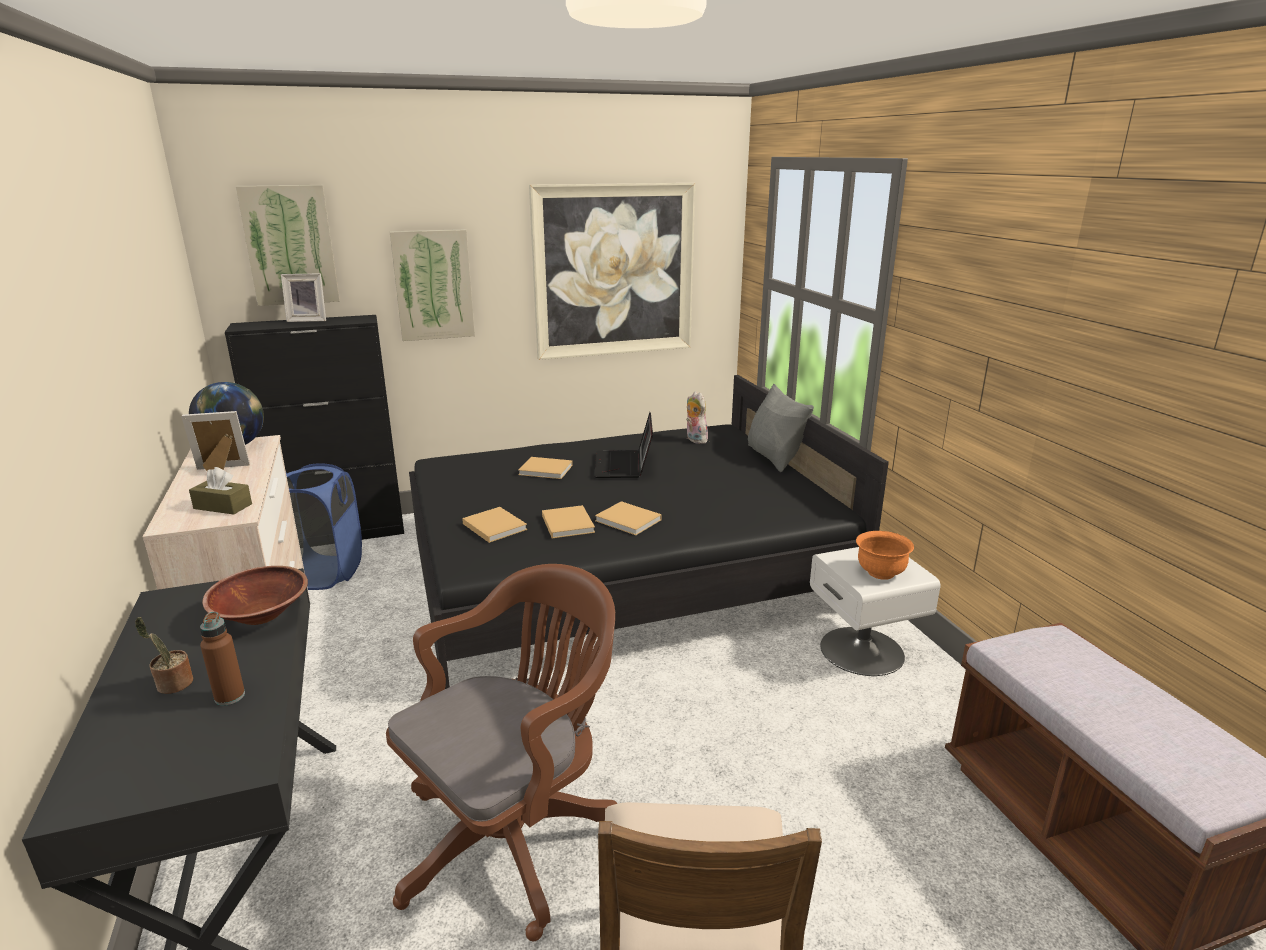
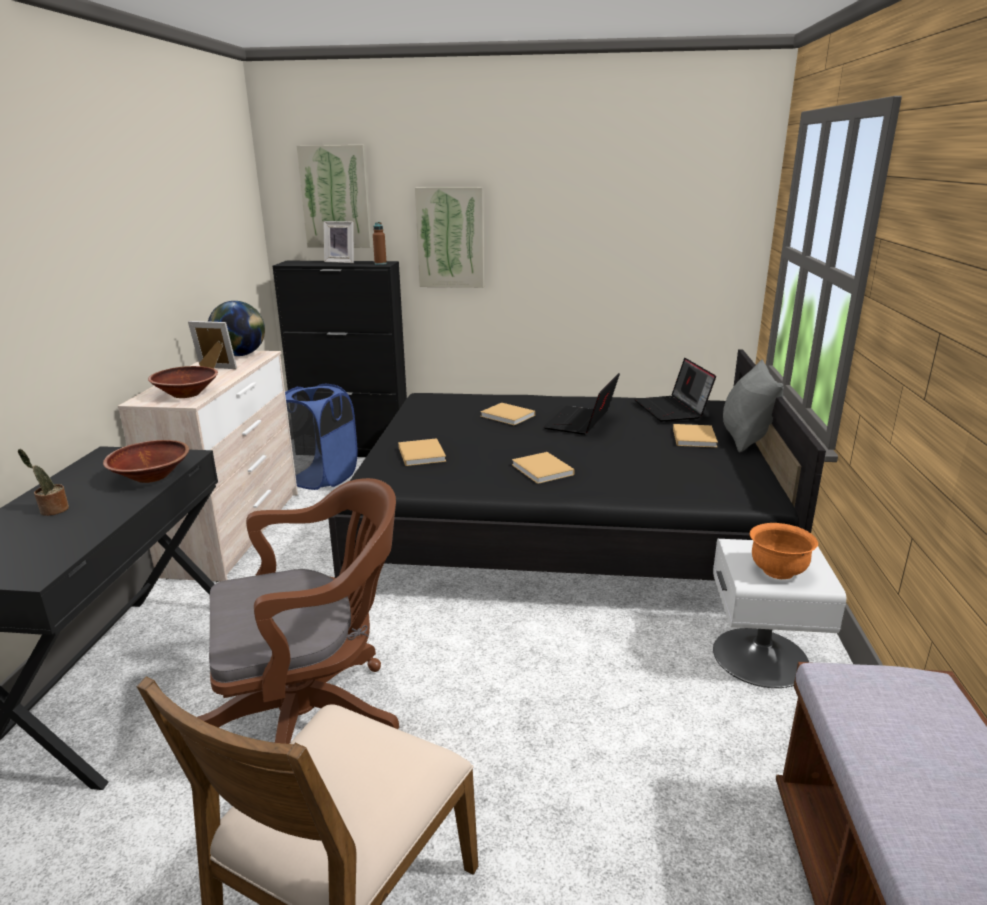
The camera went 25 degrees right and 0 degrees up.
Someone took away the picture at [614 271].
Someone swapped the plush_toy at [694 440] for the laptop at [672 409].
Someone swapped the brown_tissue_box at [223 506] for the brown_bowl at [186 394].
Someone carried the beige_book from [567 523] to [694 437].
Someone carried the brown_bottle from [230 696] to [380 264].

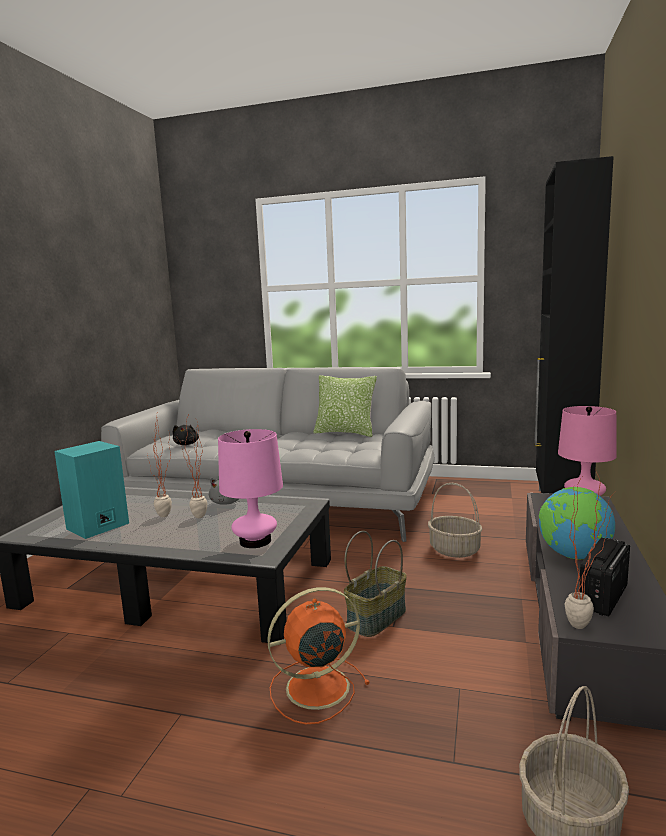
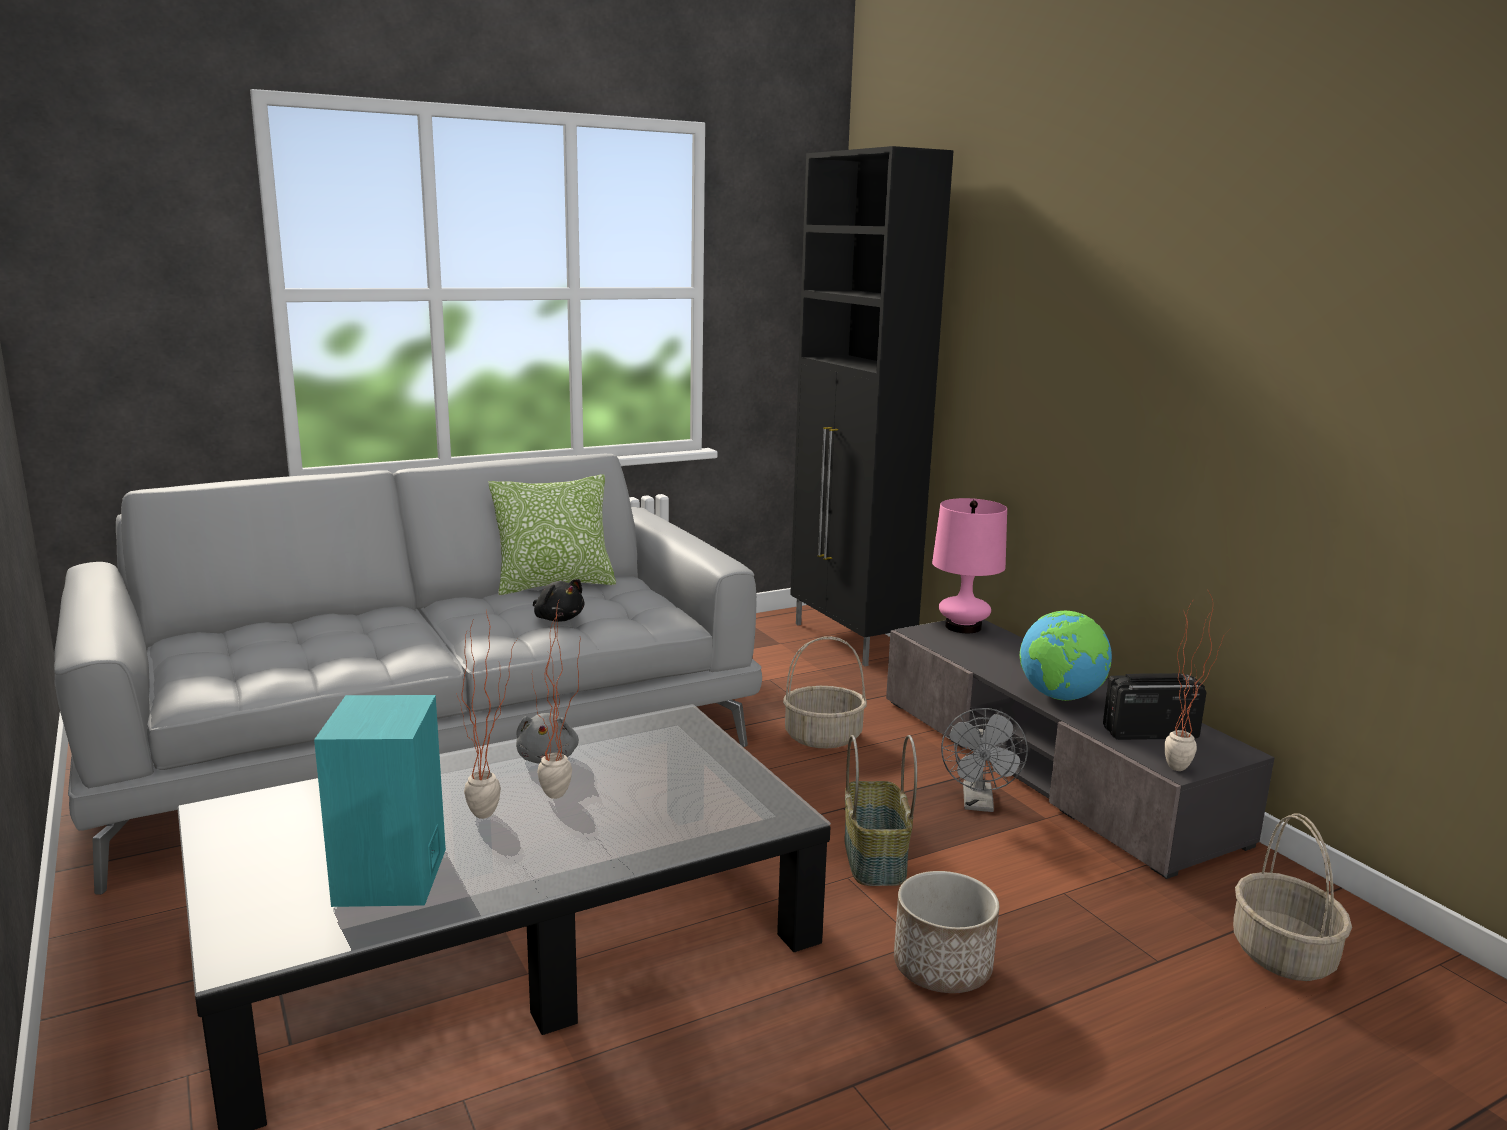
The camera went 45 degrees left and 5 degrees up.
Someone carried the black_plush_toy from [186 444] to [558 618].
Someone took away the pink_table_lamp at [255 541].
Someone rotated the radio at [603 597] by 90 degrees clockwise.
Someone swapped the orange_fan at [314 688] for the planter at [942 968].
Someone put down the grey_fan at [979 804].

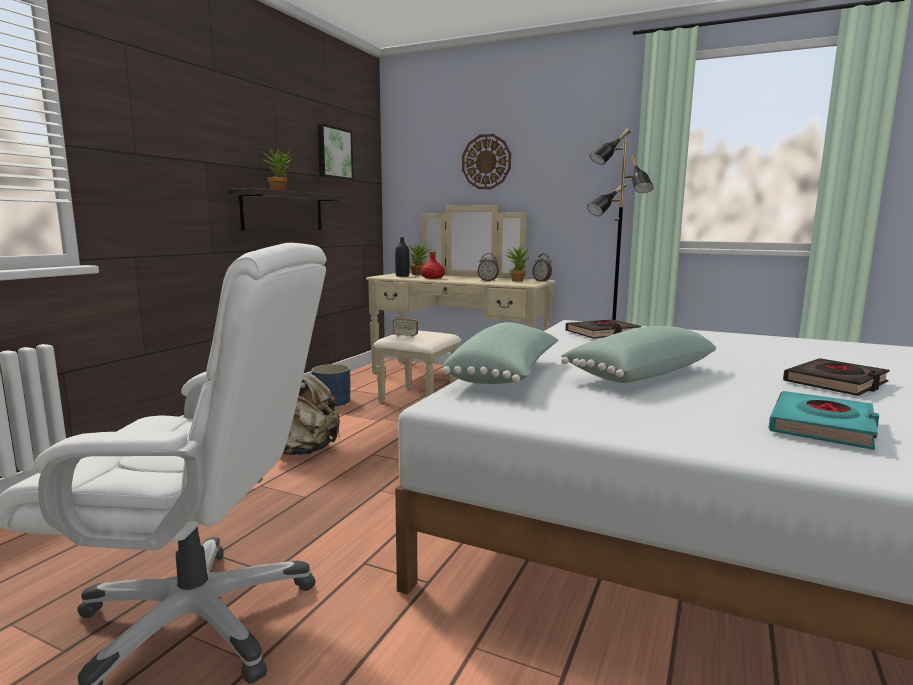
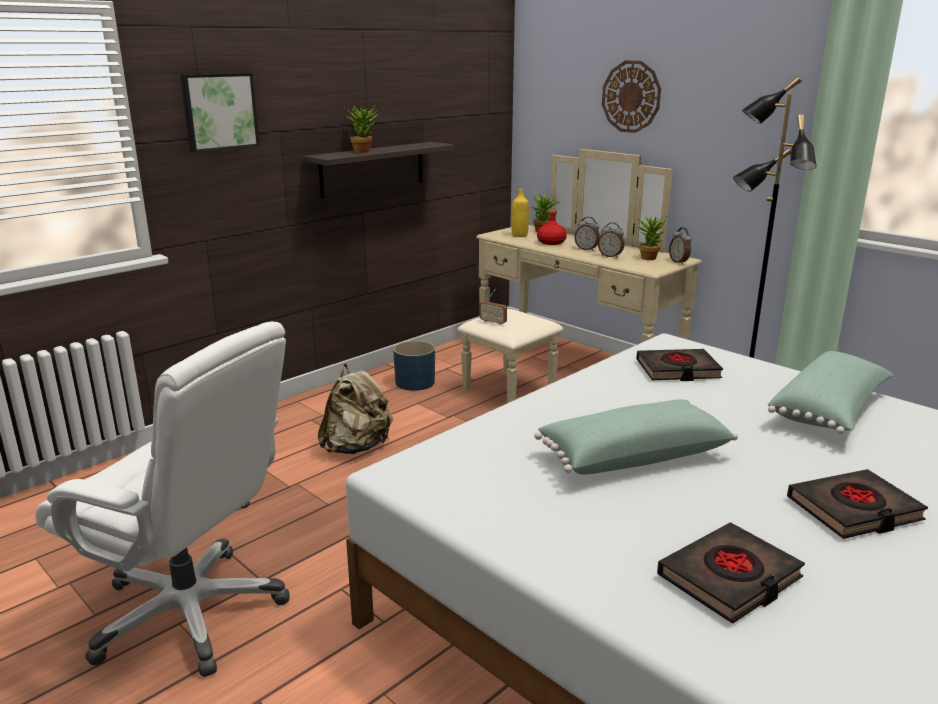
The camera went 20 degrees right and 10 degrees up.
Someone carried the picture from [333 153] to [219 111].
Someone repainted the black_bottle at [402 276], which became the yellow_bottle at [519 235].
Someone carried the green_pillow from [507 375] to [830 410].
Someone repainted the turquoise_book at [822 427], which became the black_book at [730 578].
Someone put down the alarm_clock at [586 249].

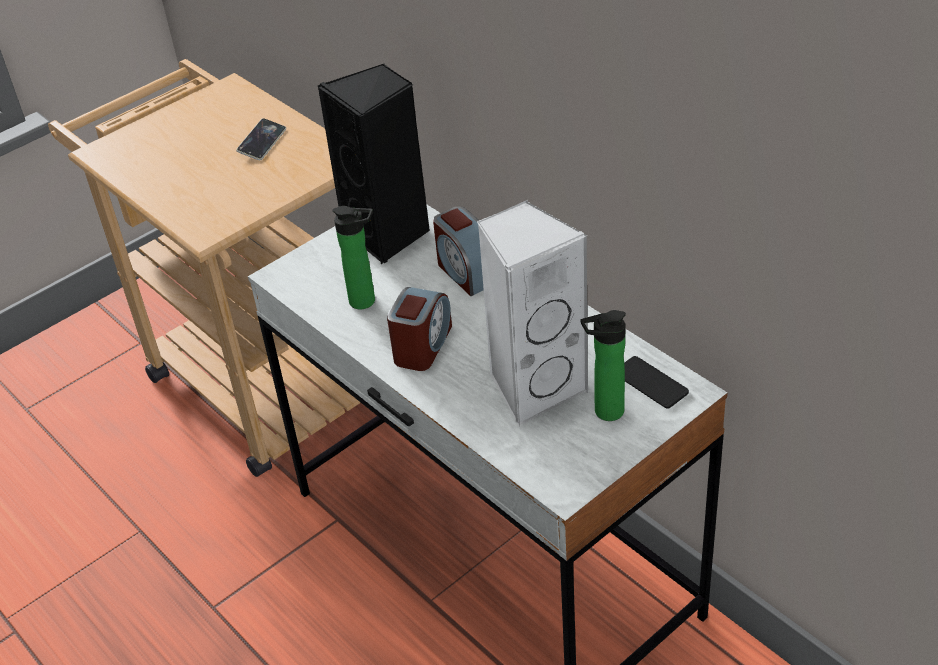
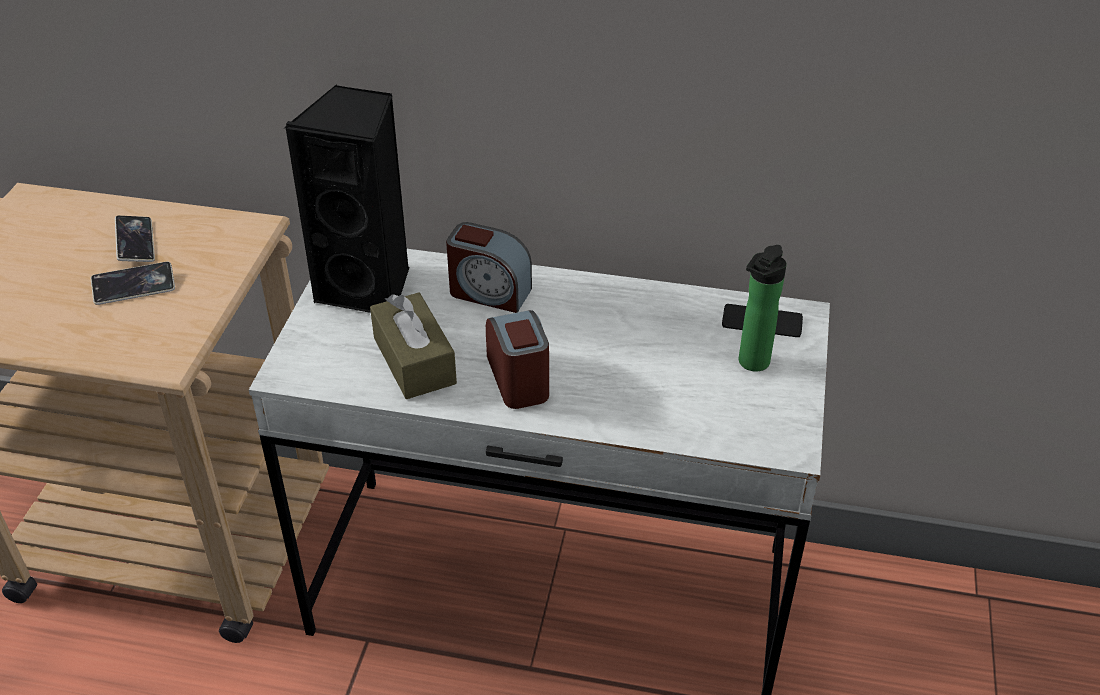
The camera went 40 degrees left and 0 degrees up.
Someone took away the white_speaker at [534 387].
Someone swapped the bottle at [366 301] for the brown_tissue_box at [414 360].
Someone put down the phone at [134 287].

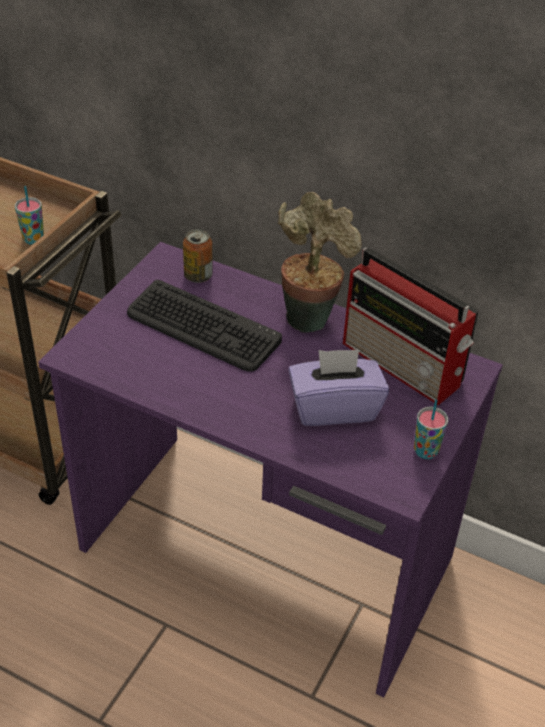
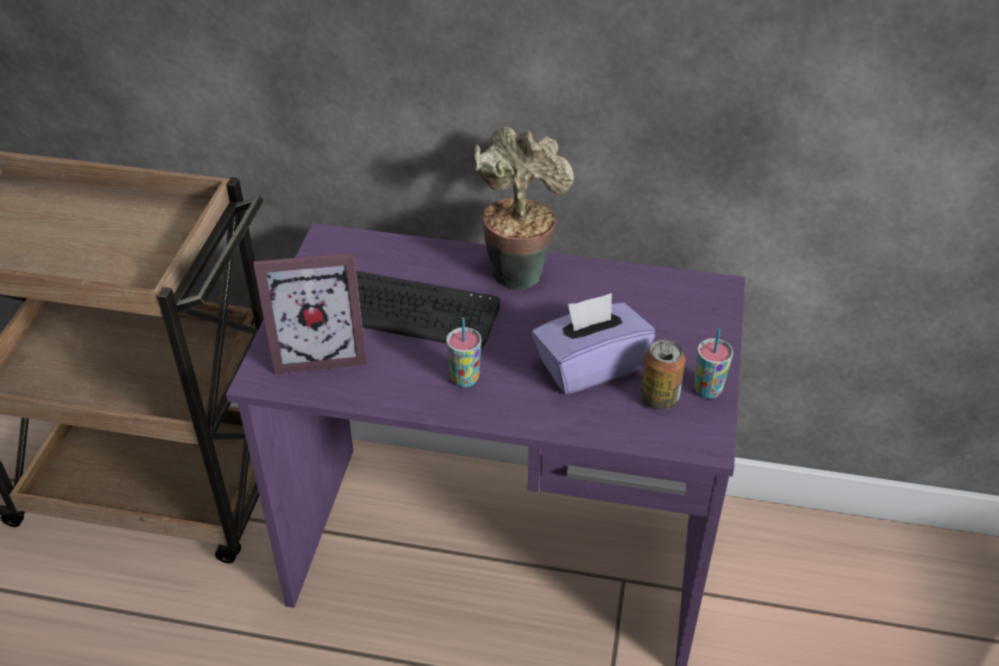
The camera went 15 degrees left and 0 degrees up.
Someone carried the cup from [33 239] to [465 379].
Someone carried the can from [198 276] to [659 398].
Someone took away the radio at [404 365].
Someone put down the picture_frame at [320 351].

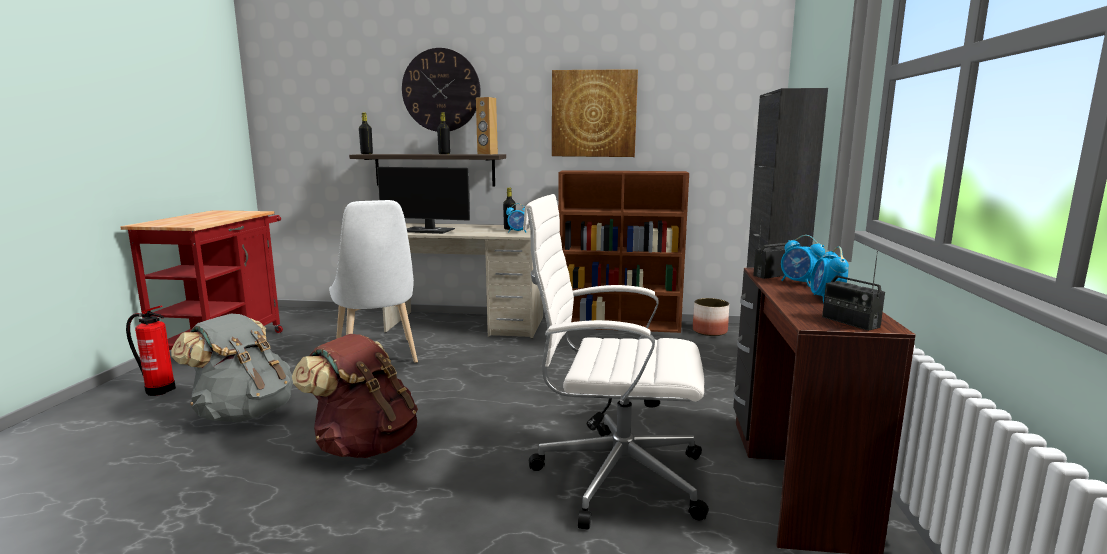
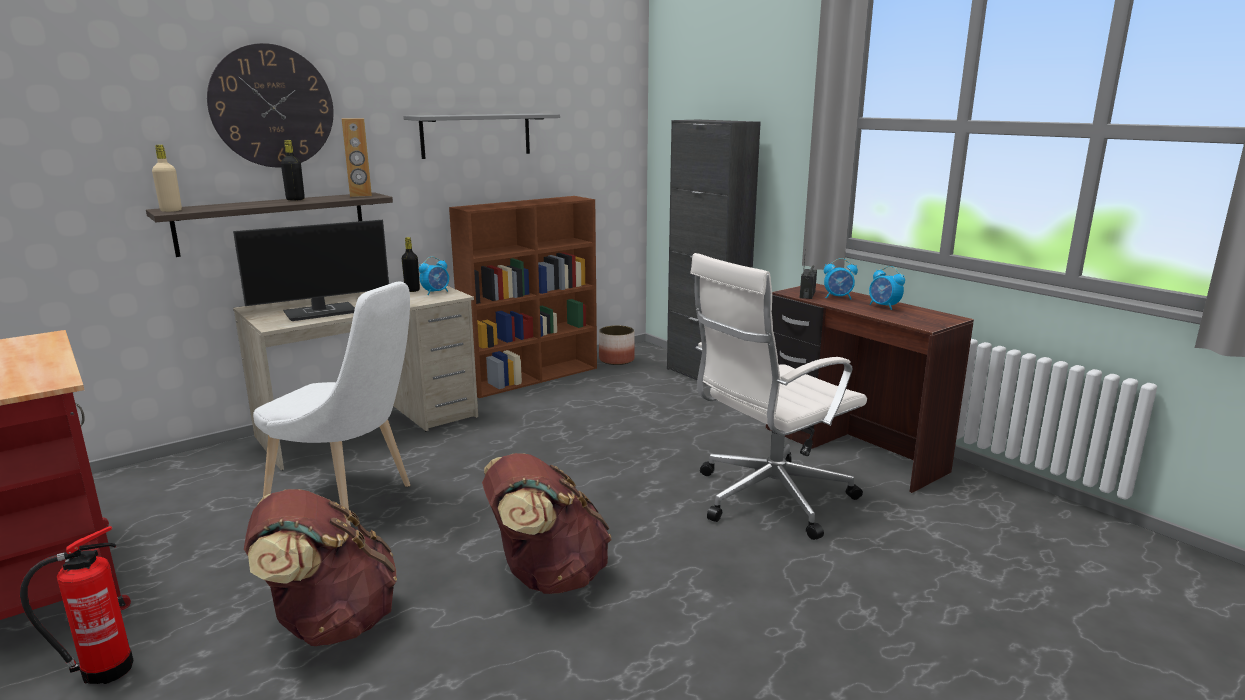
The camera went 45 degrees left and 5 degrees up.
Someone swapped the picture at [594 114] for the grey_shelf at [476 135].
Someone repainted the black_bottle at [366 154], which became the beige_bottle at [171 210].
Someone took away the radio at [850 322].
Someone repainted the grey_backpack at [244 413], which became the brown_backpack at [330 623].

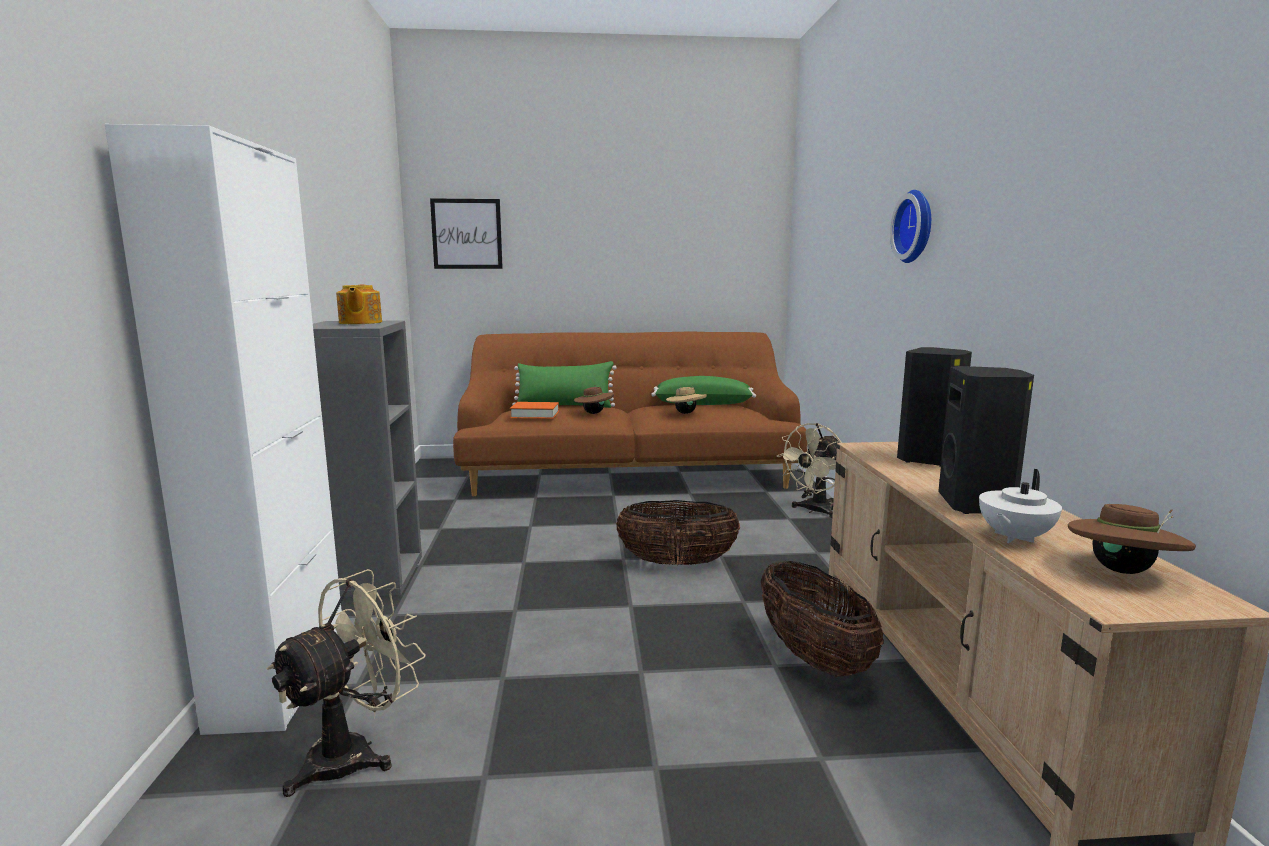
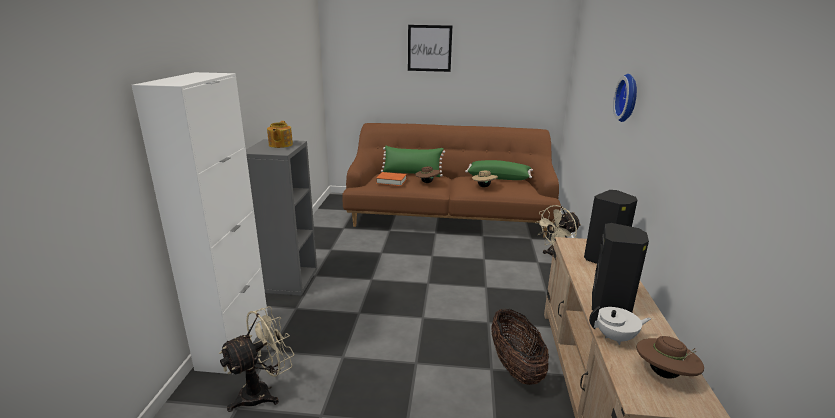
The camera went 10 degrees right and 10 degrees up.
Someone carried the picture from [467 234] to [429 48].
Someone rotated the white_teapot at [1013 538] by 150 degrees counterclockwise.
Someone took away the basket at [677 563].

